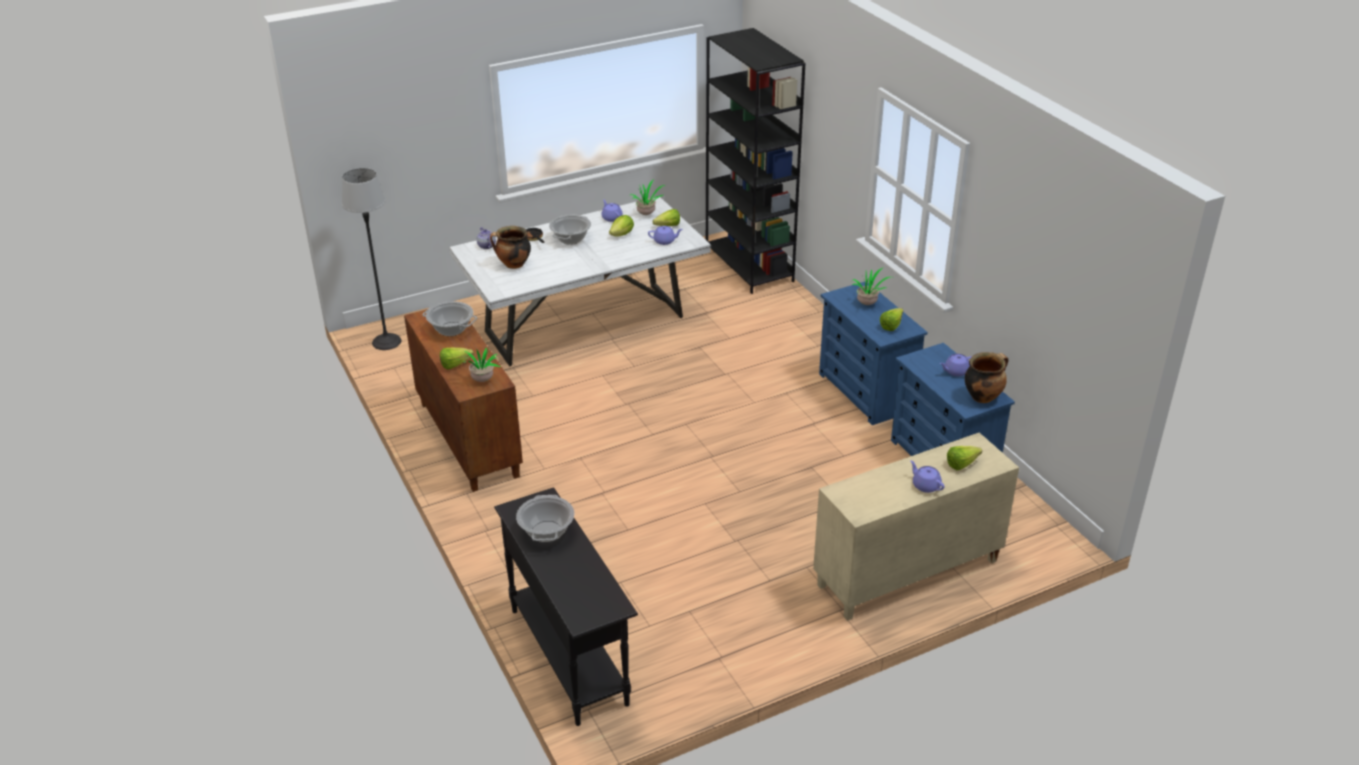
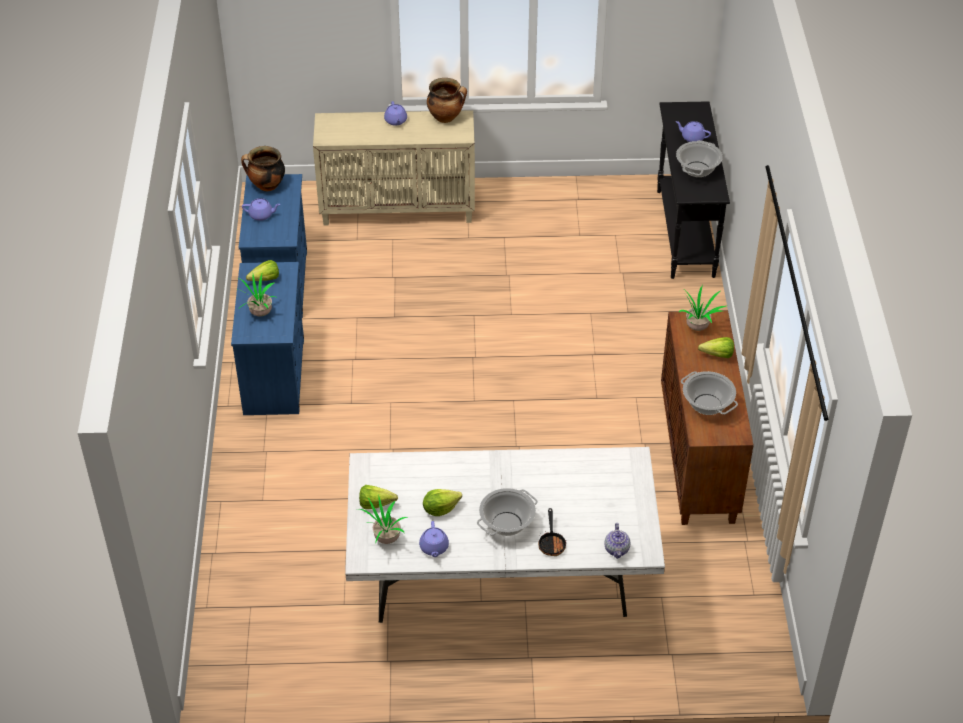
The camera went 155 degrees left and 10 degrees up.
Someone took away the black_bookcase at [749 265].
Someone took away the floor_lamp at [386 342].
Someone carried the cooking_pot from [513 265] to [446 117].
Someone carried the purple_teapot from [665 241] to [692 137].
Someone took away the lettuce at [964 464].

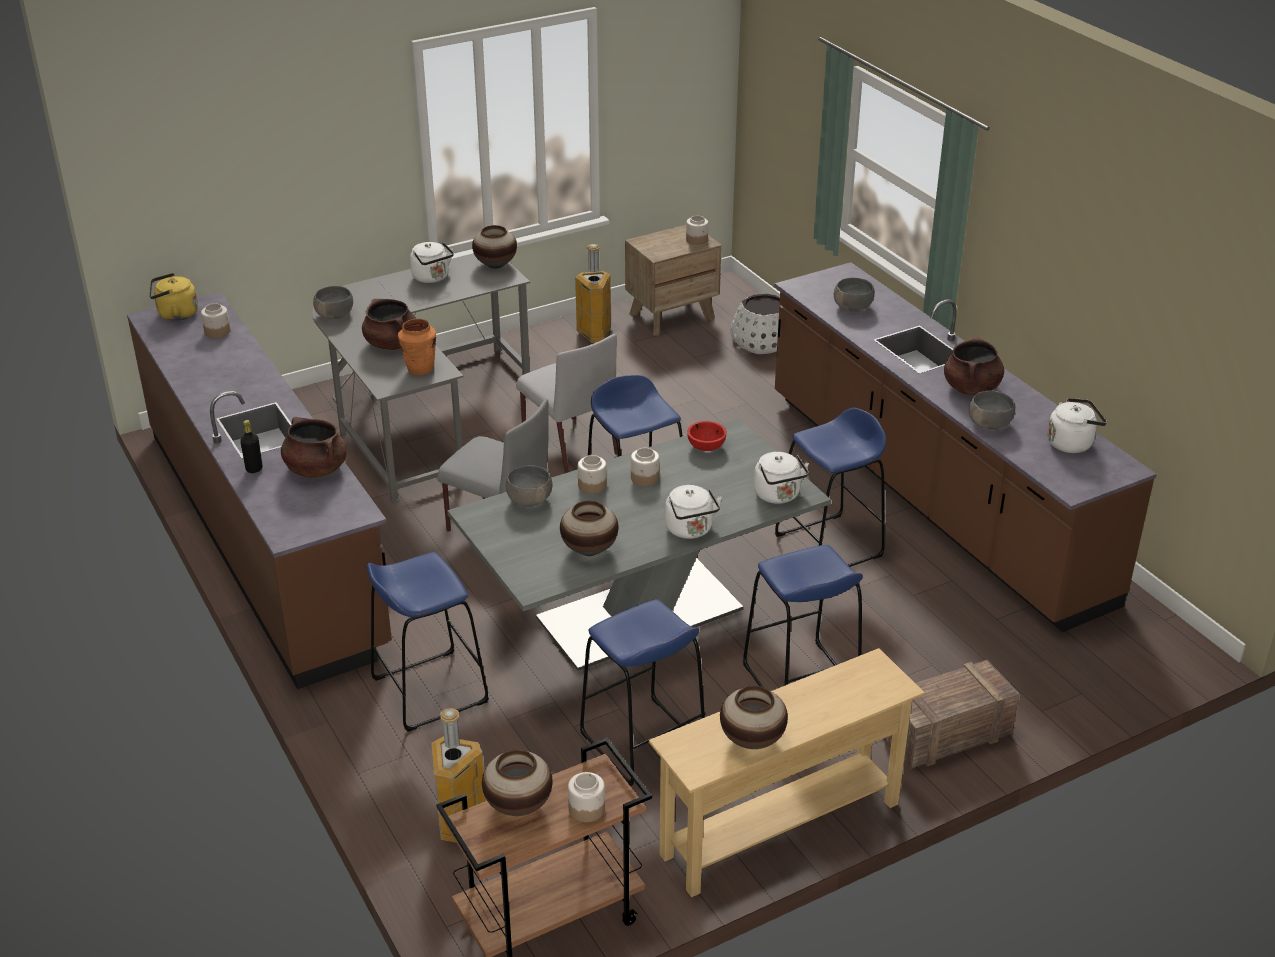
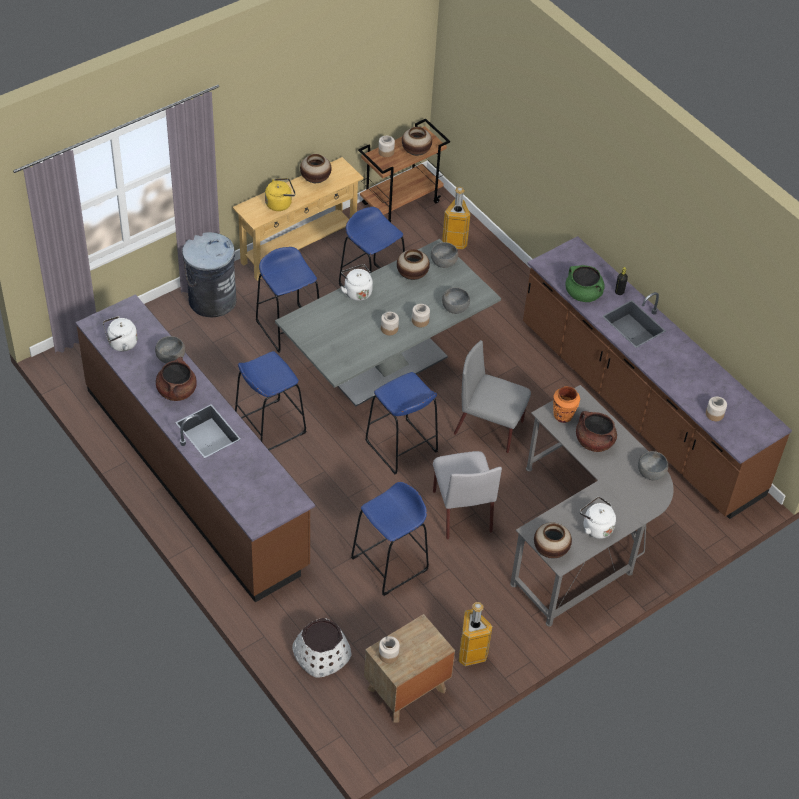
The camera went 170 degrees right and 15 degrees up.
Someone carried the yellow_kettle from [175 314] to [280 203].
Someone carried the grey_bowl from [852 307] to [444 262].
Someone rotated the grey_chair at [569 445] by 150 degrees counterclockwise.
Someone repainted the brown_cooking_pot at [315 469], which became the green_cooking_pot at [583 294].
Someone took away the red_bowl at [706 446].
Someone took away the white_kettle at [778 496].
Someone carried the blue_stool from [429 690] to [390 564].
Someone swapped the crate at [944 735] for the grey_trash_can at [212 300].

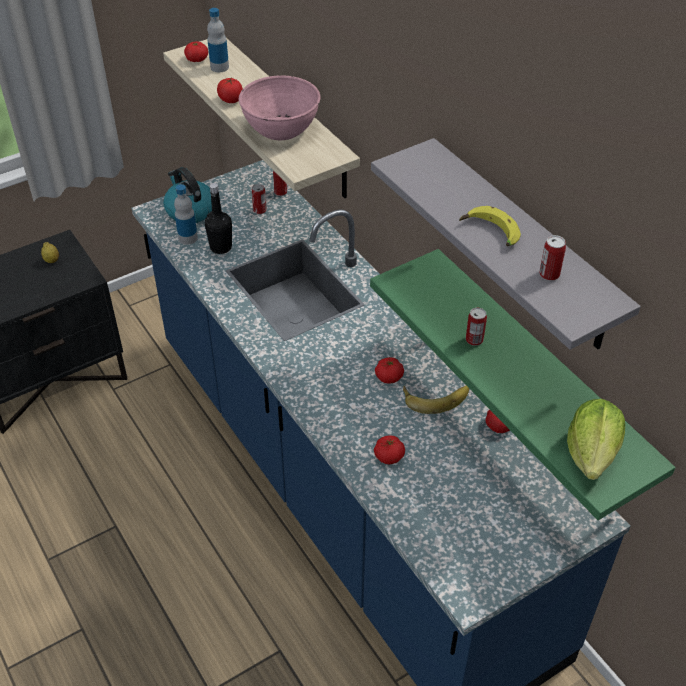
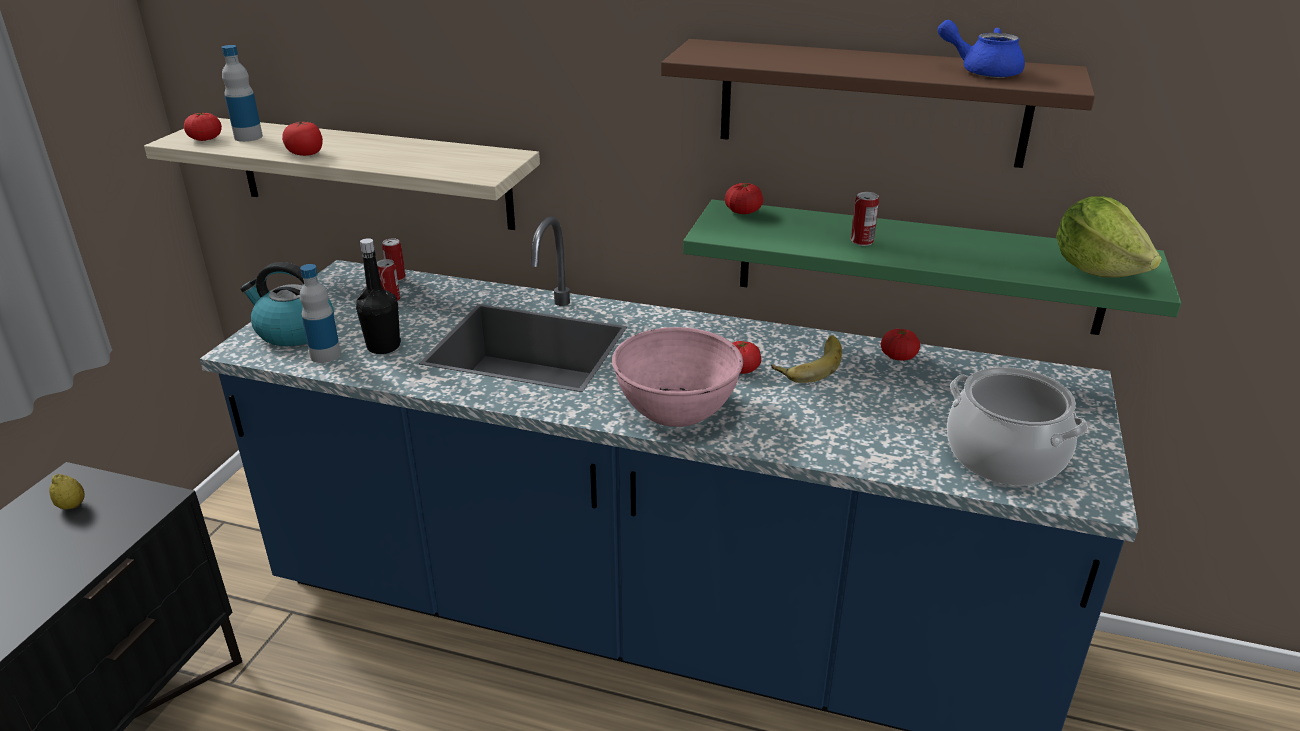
The camera went 40 degrees left and 15 degrees down.
Someone carried the pink_bowl from [281 128] to [677 408].
Someone repainted the grey_shelf at [522 245], which became the brown_shelf at [871 103].
Someone took away the banana at [489 233].
Someone swapped the can at [549 274] for the blue_teapot at [982 71].
Someone carried the tomato from [389 456] to [743 211].
Someone put down the cooking_pot at [1004 456].

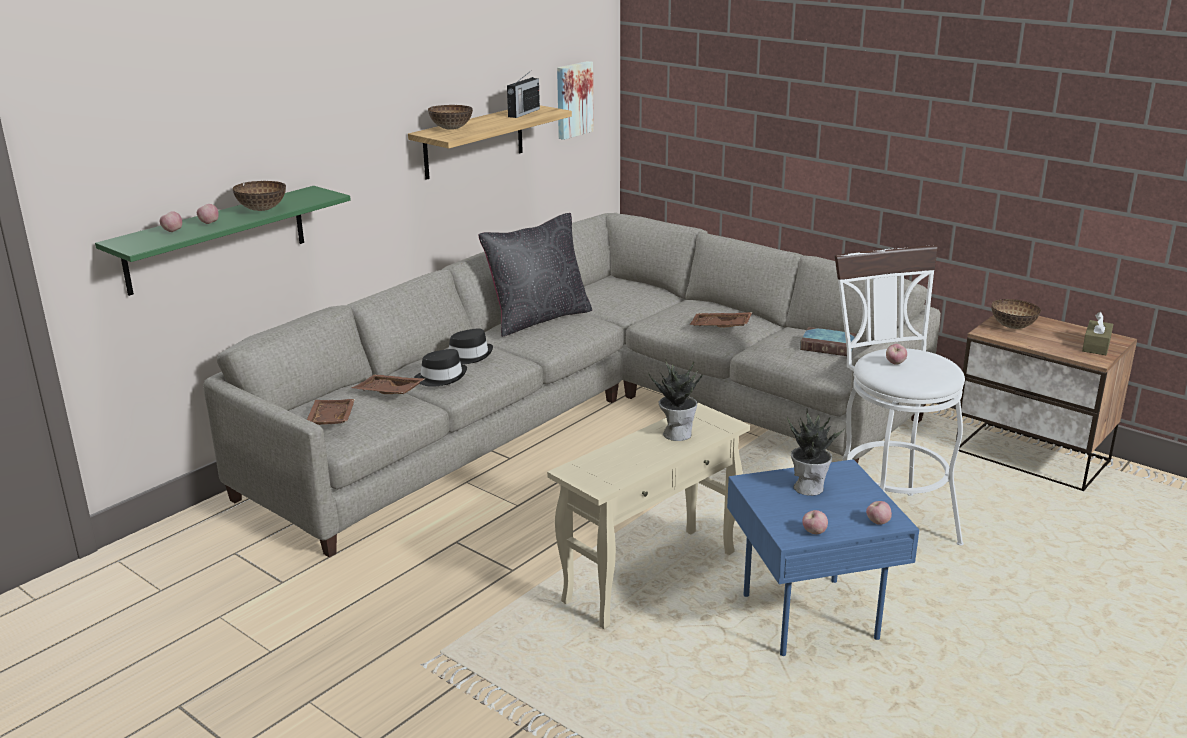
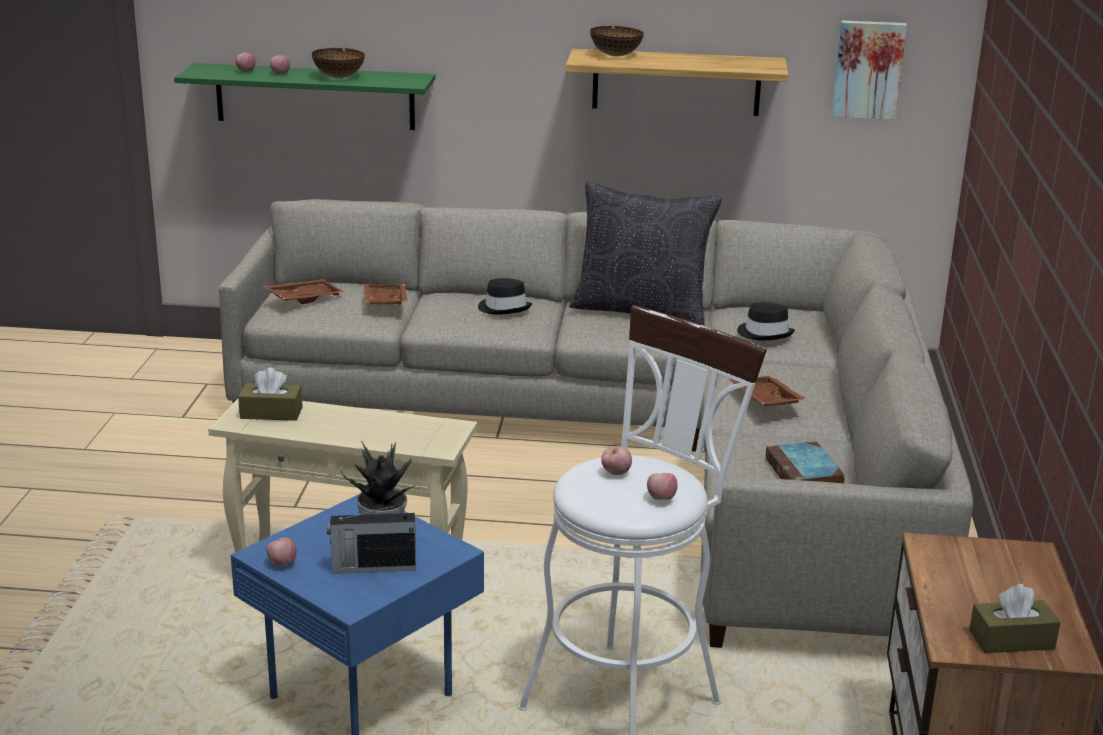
The camera went 55 degrees right and 0 degrees up.
Someone carried the radio from [523 113] to [372 567].
Someone took away the bowl at [1013 327].
Someone carried the black_hat from [441 377] to [765 333].
Someone took away the potted_plant at [677 433].
Someone carried the apple from [877 522] to [661 498].
Someone put down the brown_tissue_box at [271 413].

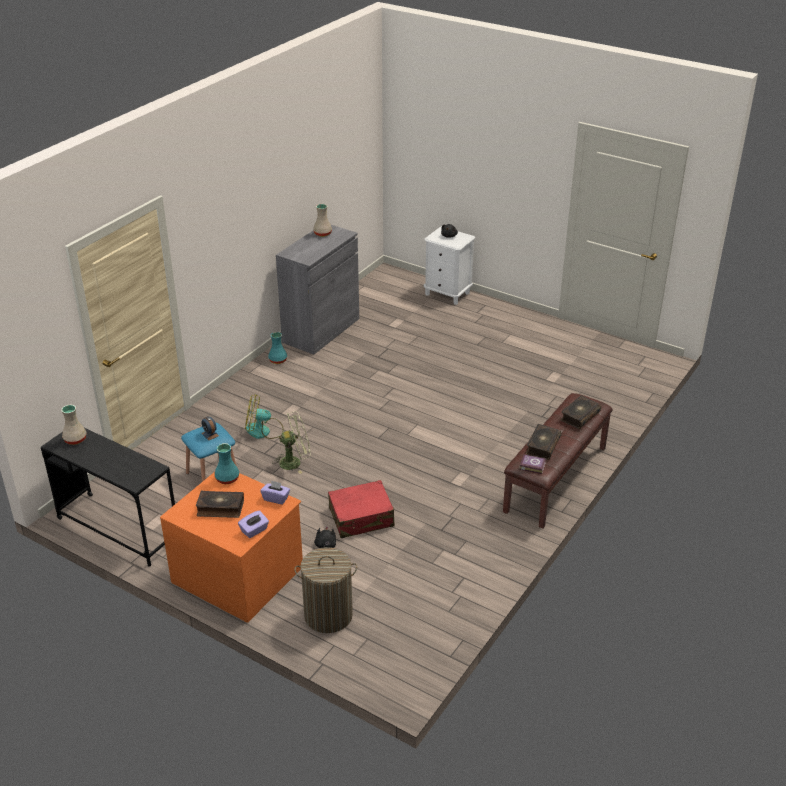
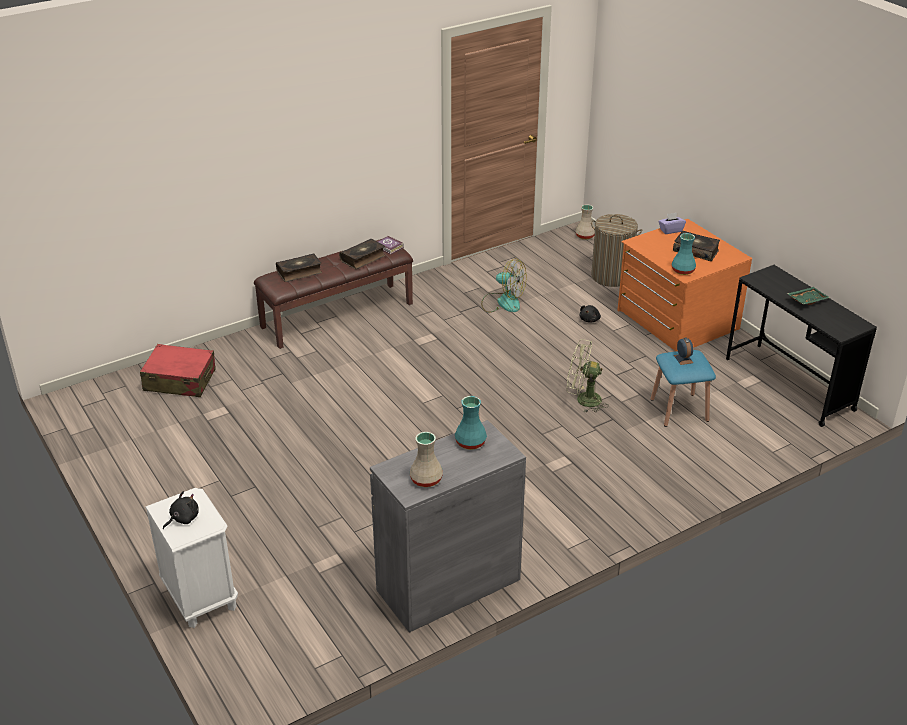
The camera went 155 degrees left and 0 degrees up.
Someone carried the turquoise_vase from [278 361] to [470 442].
Someone carried the fan from [264 431] to [502 302].
Someone carried the beige_vase from [75 439] to [584 236].
Someone took away the purple_tissue_box at [276 498].
Someone carried the red_suitcase from [361 517] to [179 380].
Someone put down the green_tray at [806 300].

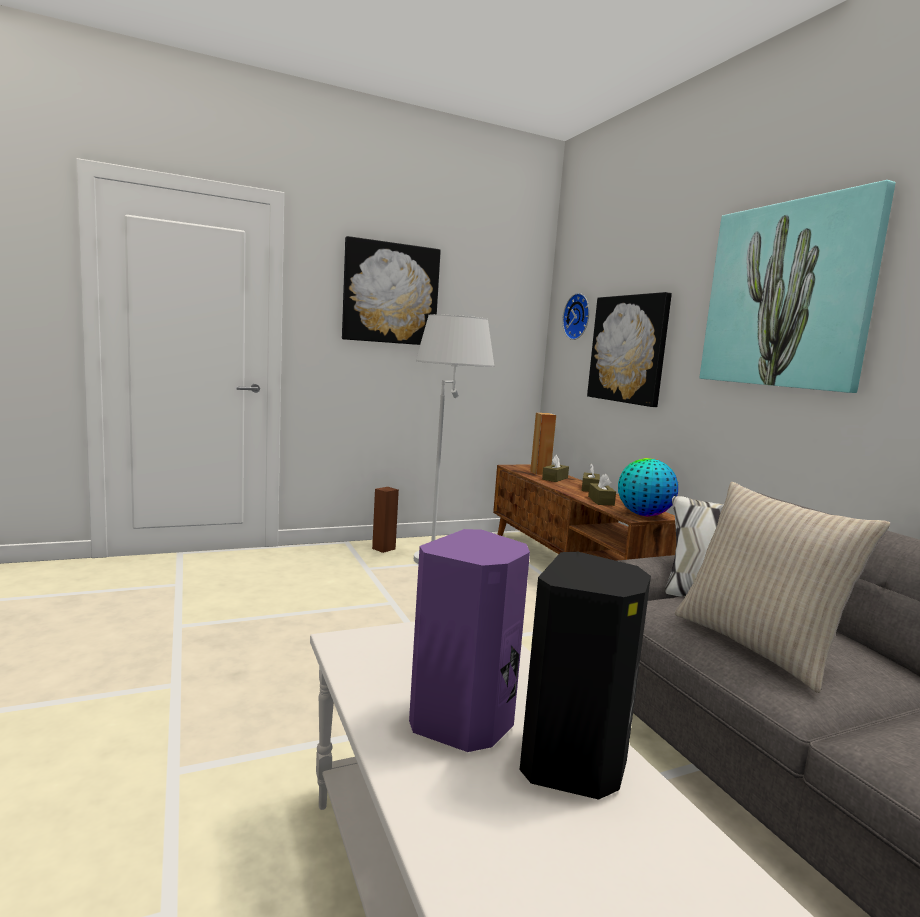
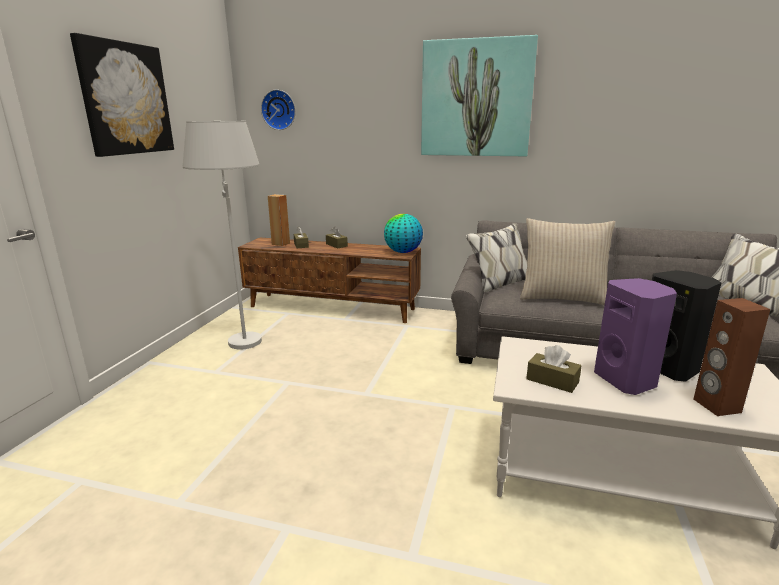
The camera went 50 degrees left and 10 degrees up.
Someone took away the picture at [628 349].
Someone carried the brown_tissue_box from [601 501] to [552 381].
Someone carried the brown_speaker from [383 548] to [716 406].

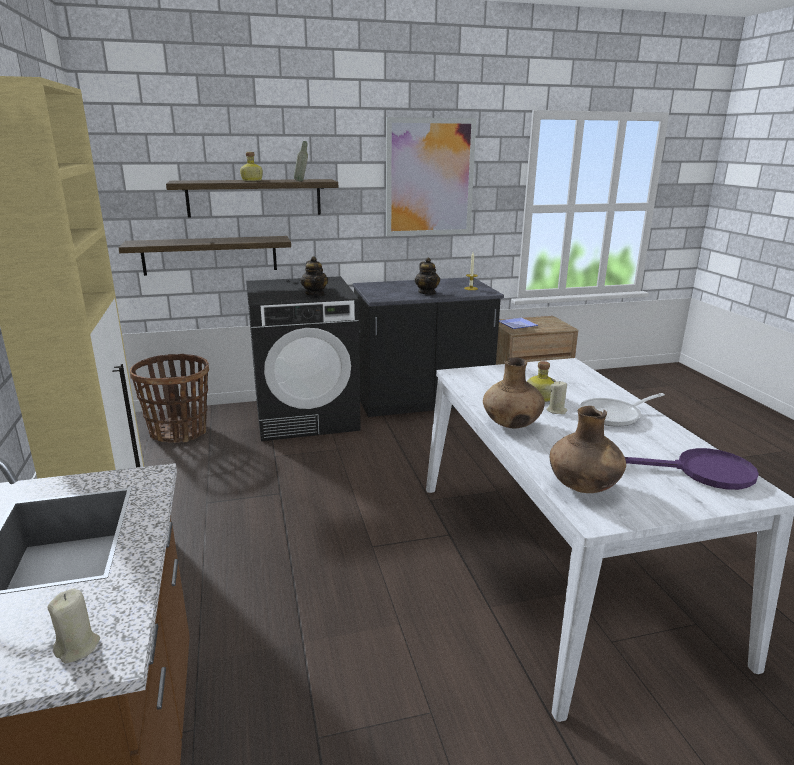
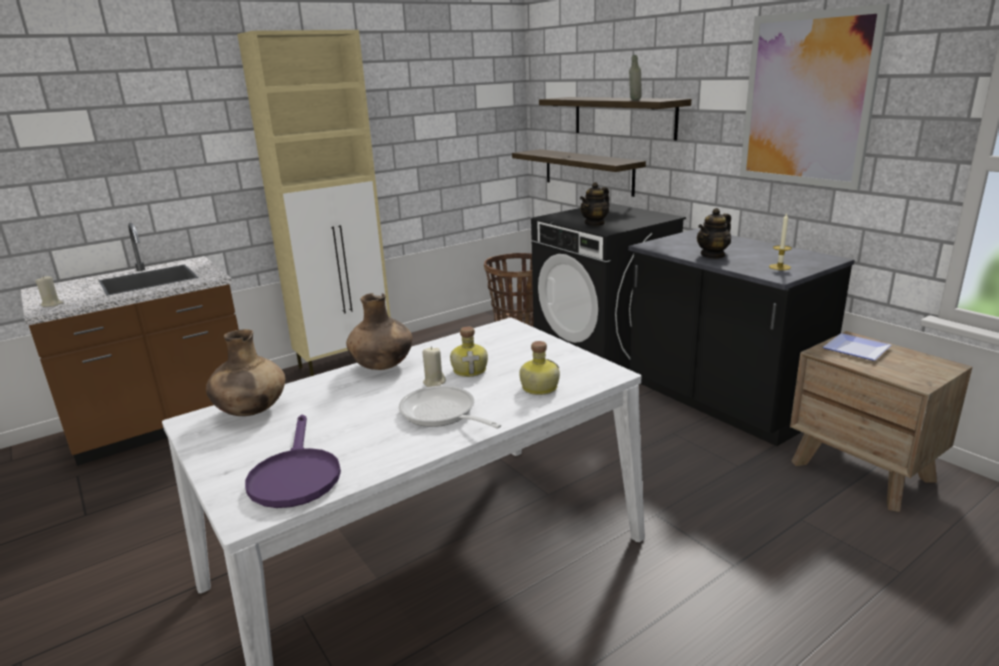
The camera went 70 degrees right and 0 degrees up.
Someone carried the bottle from [251 180] to [538 388].

